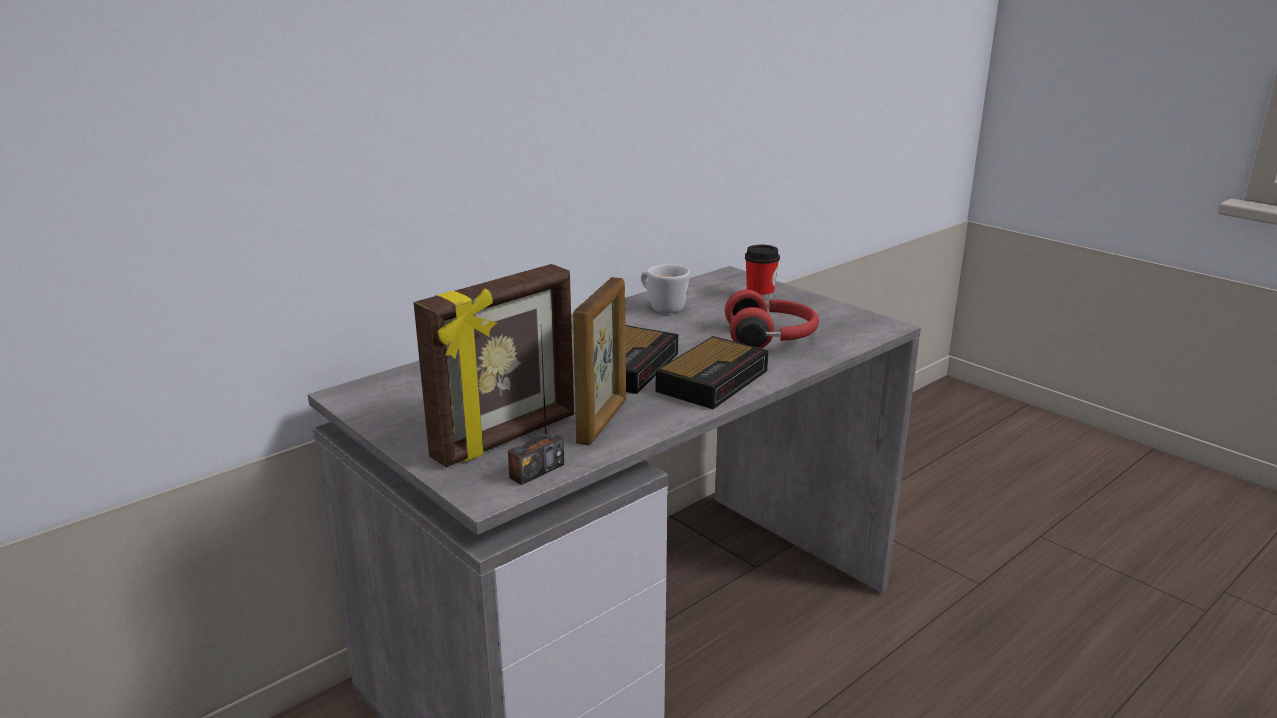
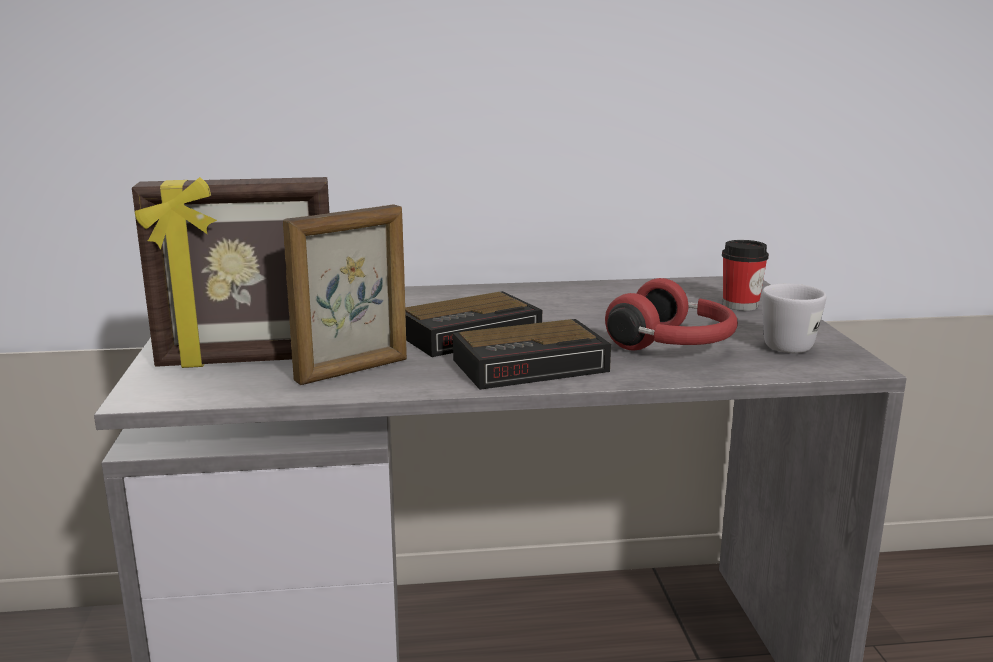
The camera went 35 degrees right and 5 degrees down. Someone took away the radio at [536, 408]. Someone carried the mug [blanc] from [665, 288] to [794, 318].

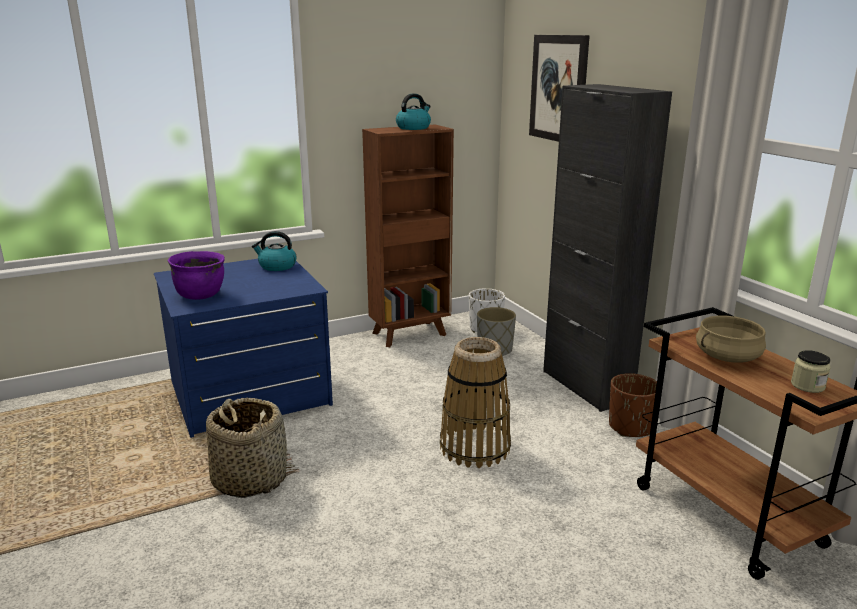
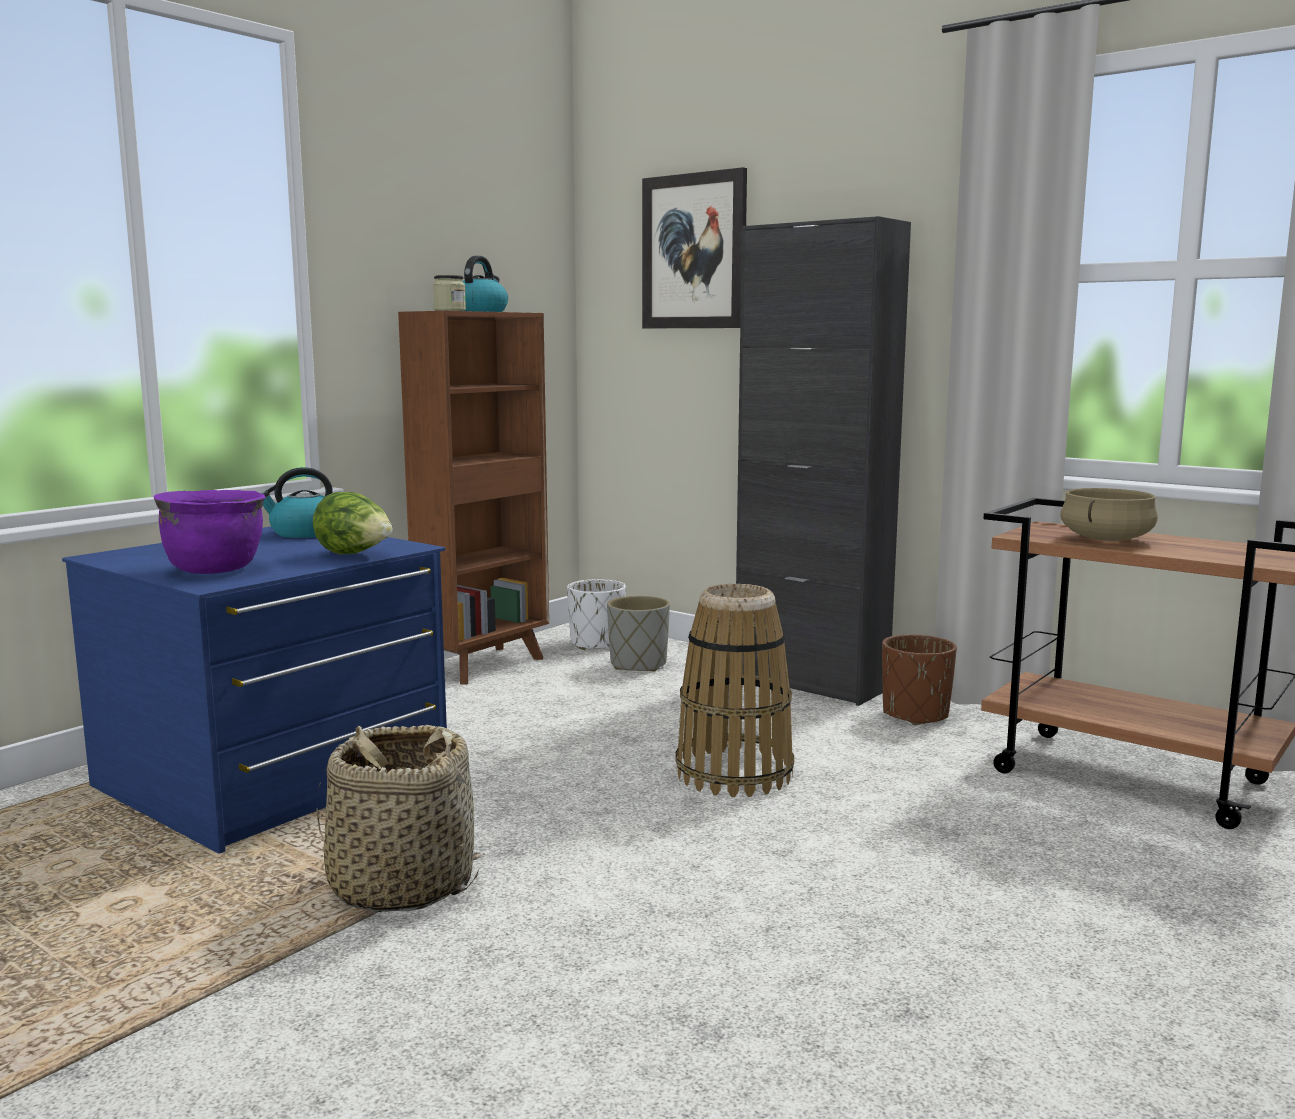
The camera went 25 degrees left and 10 degrees down. Someone put down the laitue at [353, 523]. Someone carried the bocal from [811, 371] to [449, 293].

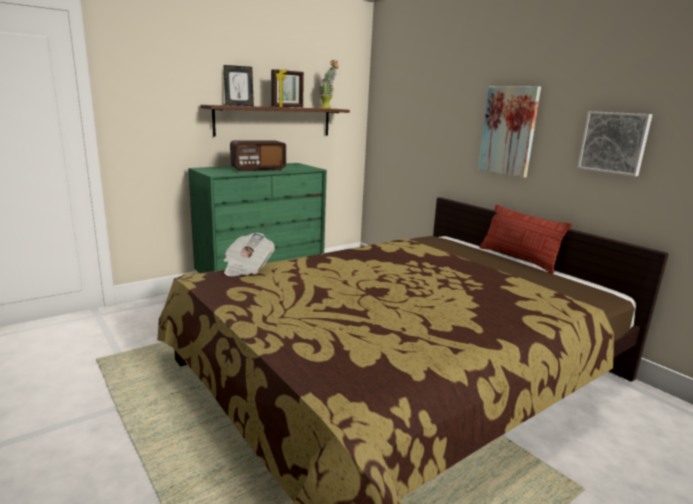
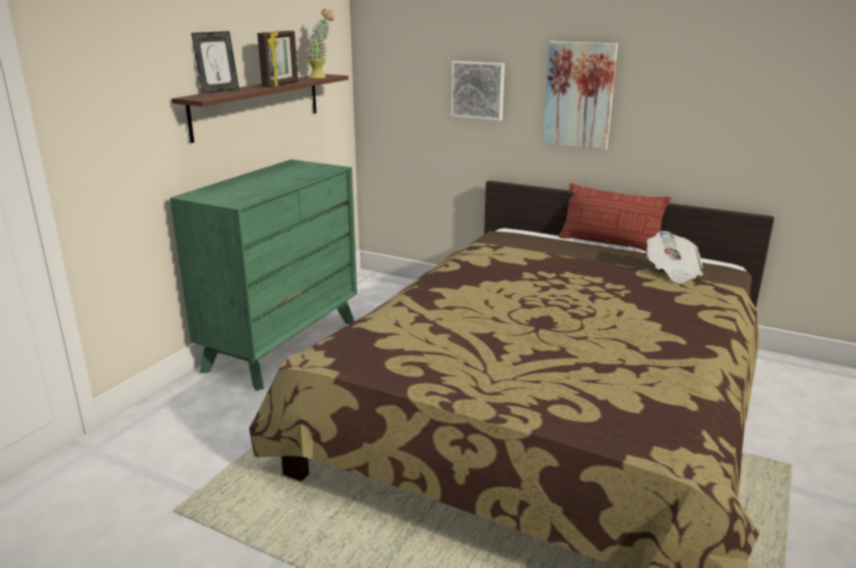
The camera went 25 degrees left and 5 degrees up. Someone took away the radio at [258, 156]. Someone carried the journal from [249, 254] to [675, 257]. Someone carried the tableau from [615, 143] to [478, 91].

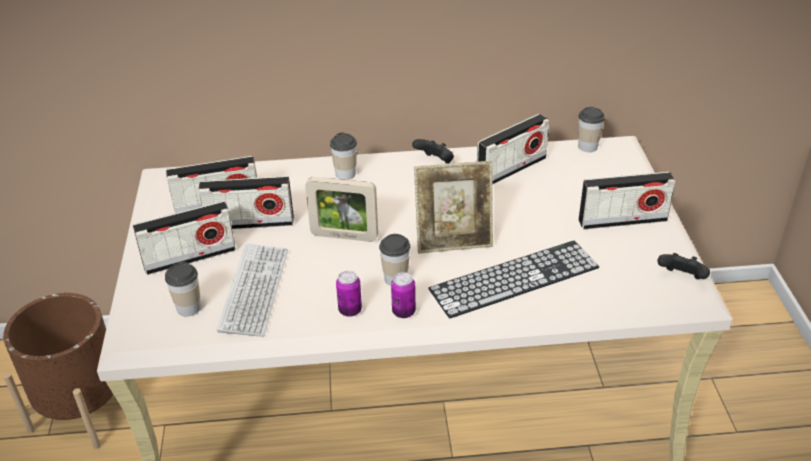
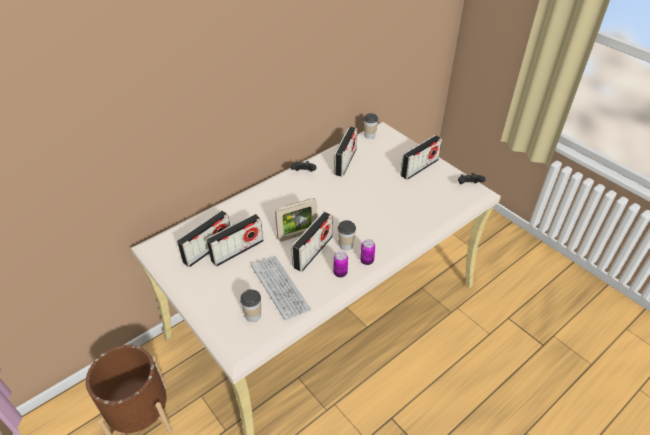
The camera went 35 degrees left and 5 degrees up. Someone took away the tasse at [343, 156]. Someone took away the cadre photo at [453, 207]. Someone took away the clavier at [513, 280]. Someone carried the radio from [184, 238] to [311, 242].

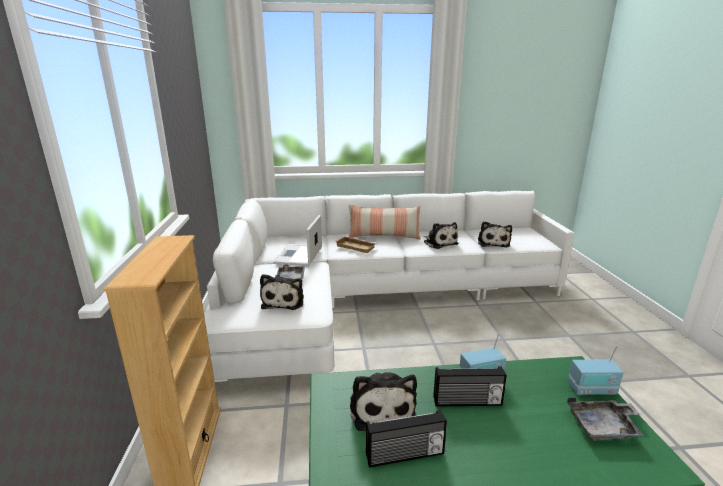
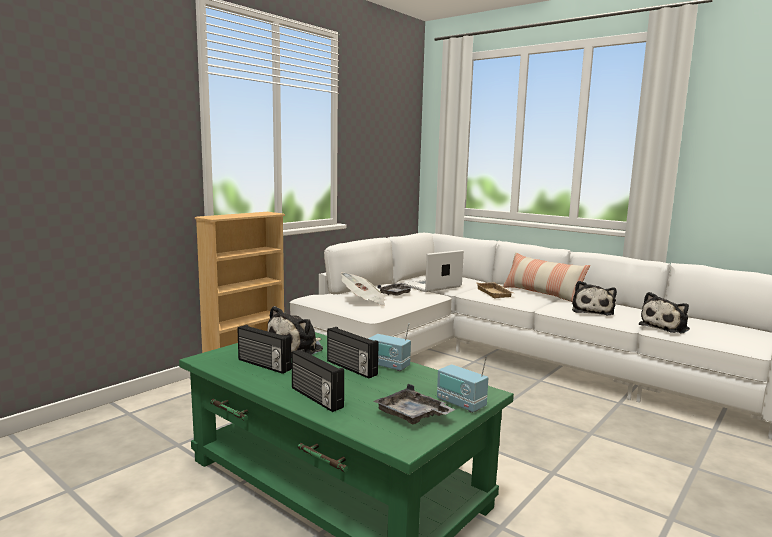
The camera went 45 degrees right and 10 degrees down. Someone put down the radio at [317, 380]. Someone swapped the peluche at [282, 292] for the journal at [363, 289].

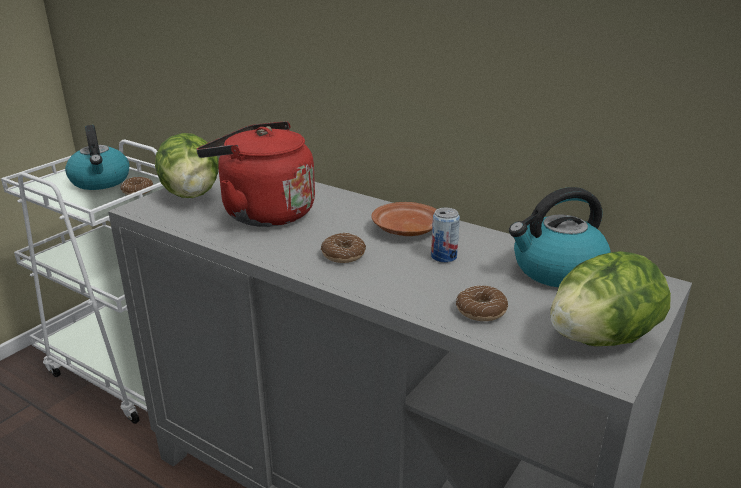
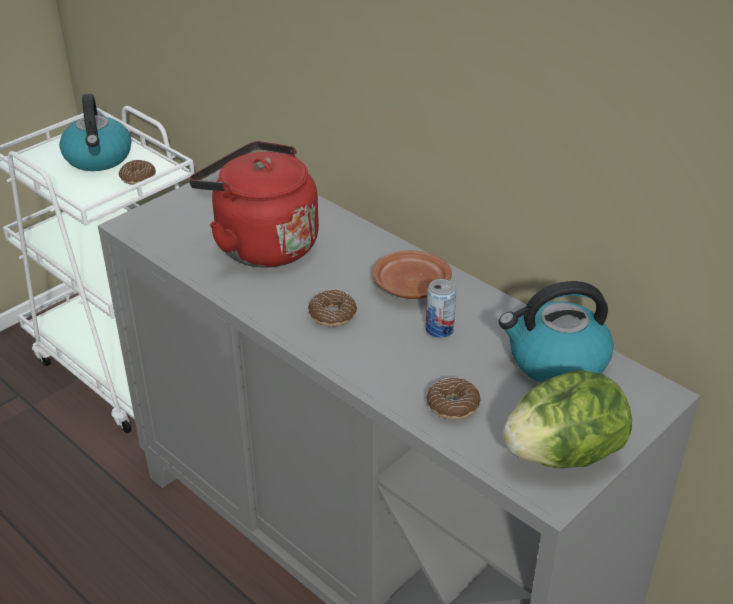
The camera went 10 degrees right and 10 degrees up. Someone took away the laitue at [187, 165].

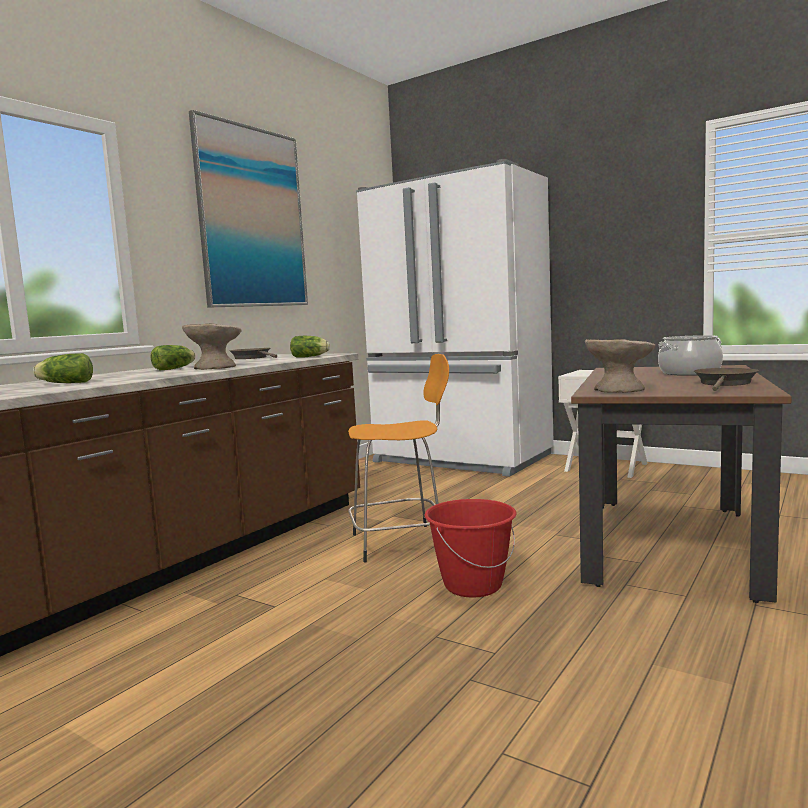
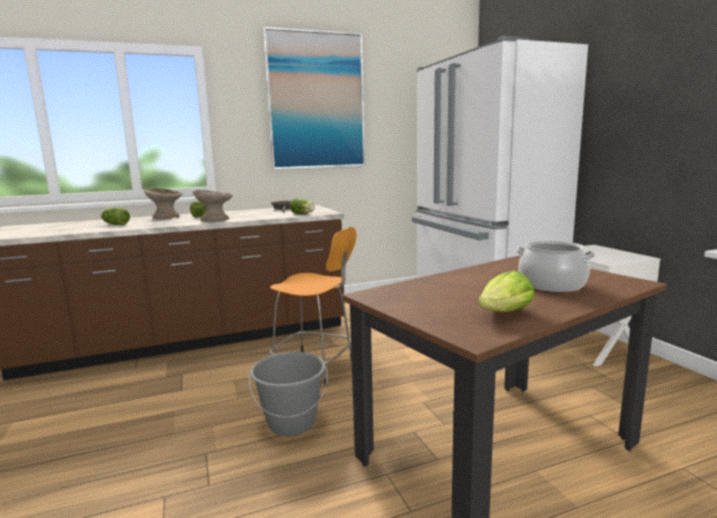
The camera went 35 degrees right and 5 degrees up. Someone carried the bol [beige] from [620, 366] to [163, 203]. Someone swapped the poêle [marron] at [726, 379] for the laitue at [506, 291]. Someone repainted the seau [rouge] at [470, 548], which became the seau [gris] at [288, 394].

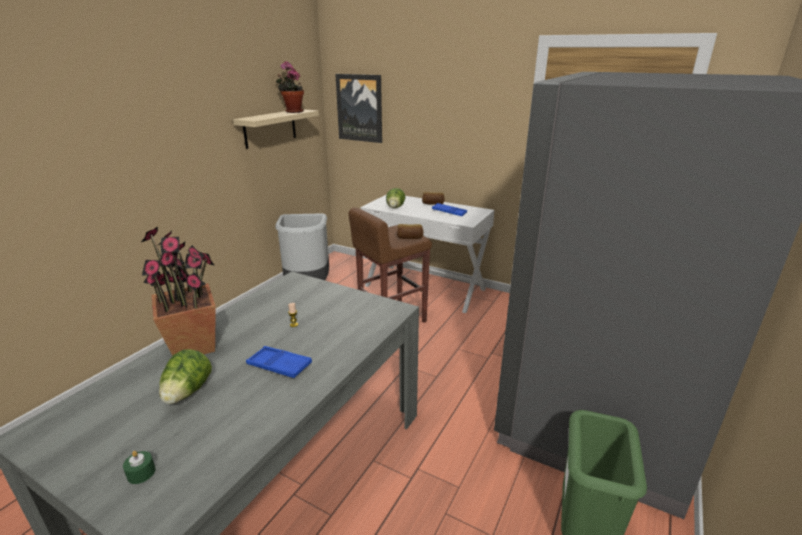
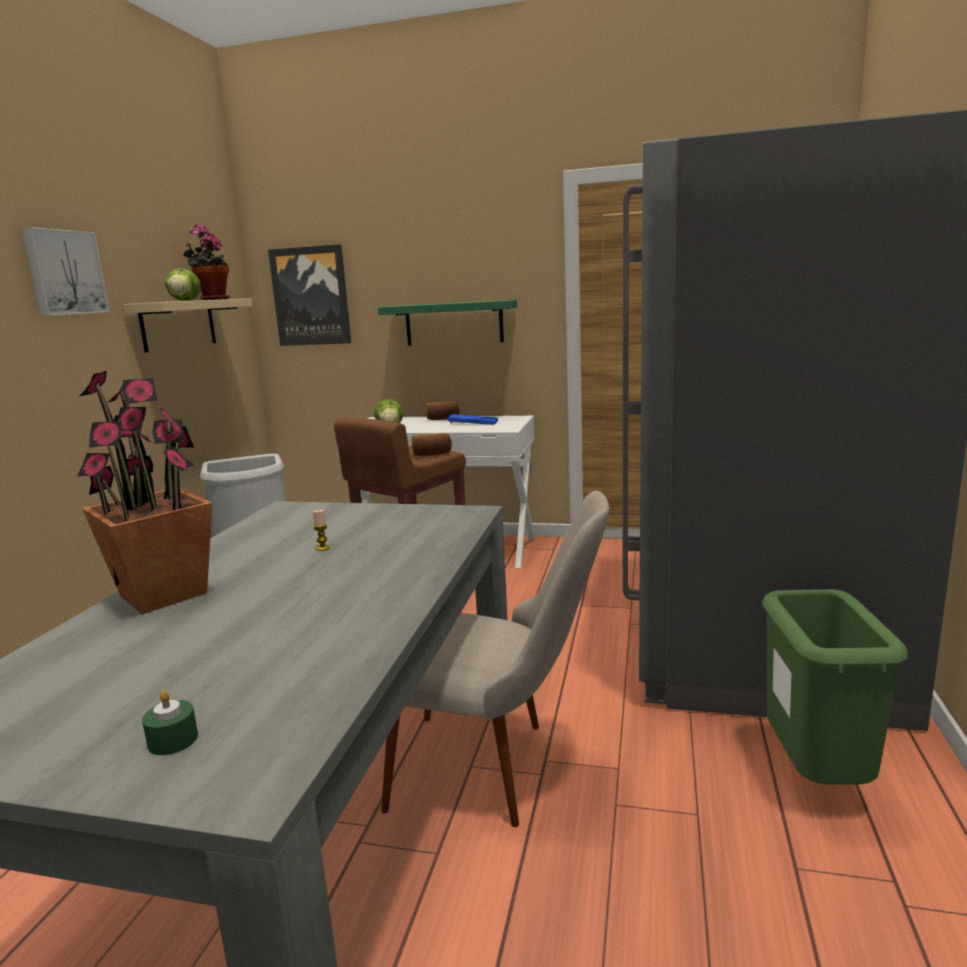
The camera went 15 degrees left and 10 degrees down. Someone took away the plateau [bleu] at [279, 362]. Someone put up the tableau at [65, 271]. Someone put up the étagère [vert] at [447, 323]. Someone put down the chaise [beige] at [495, 659]. Someone carried the laitue from [185, 376] to [183, 284].

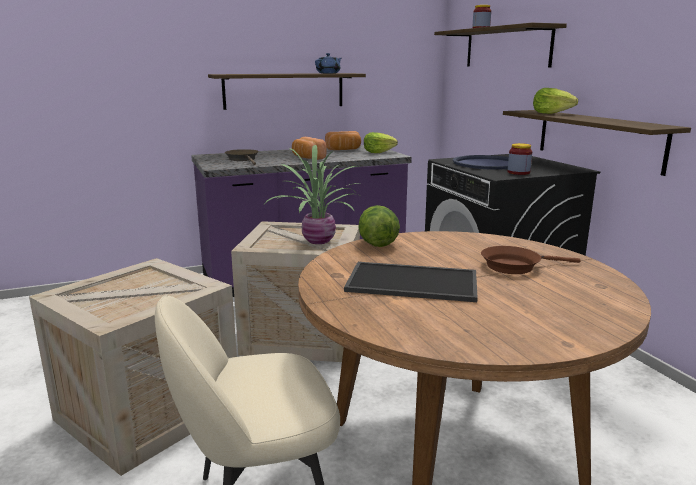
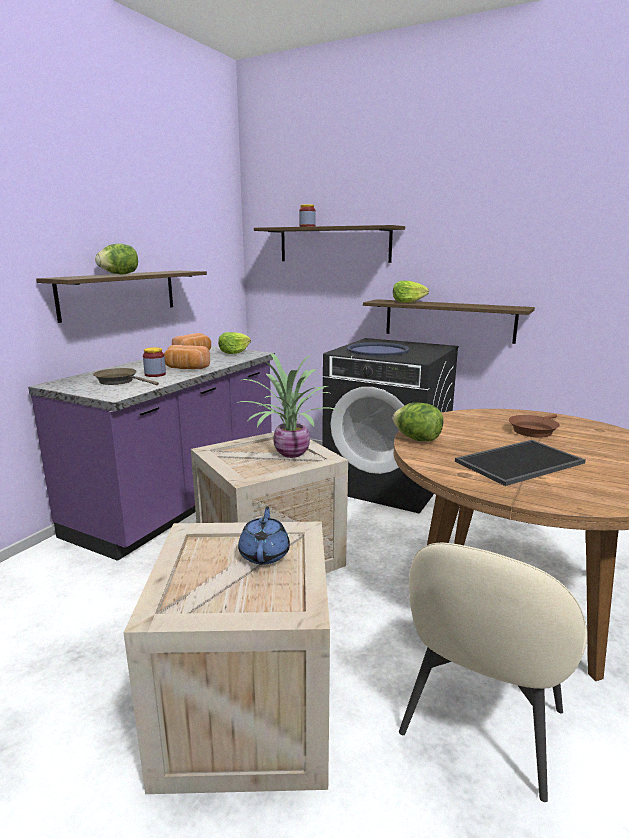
The camera went 40 degrees left and 0 degrees up. Someone put down the laitue at [116, 259]. Someone carried the théière [bleu] from [328, 63] to [264, 535]. Someone carried the bocal from [520, 159] to [154, 362].

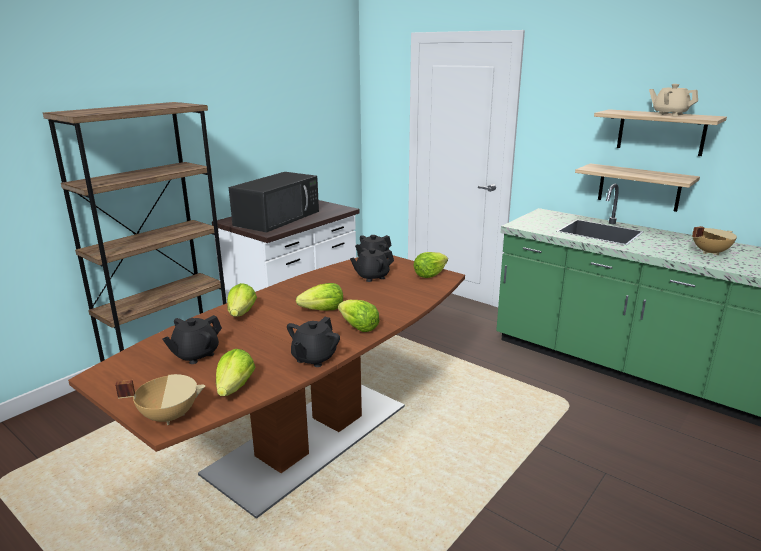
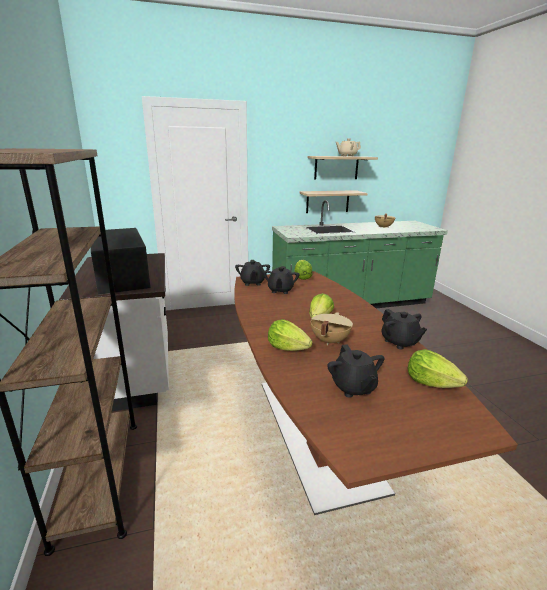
The camera went 55 degrees left and 0 degrees up. Someone took away the laitue at [359, 316]. Someone carried the marmite [beige] from [160, 399] to [332, 328].

